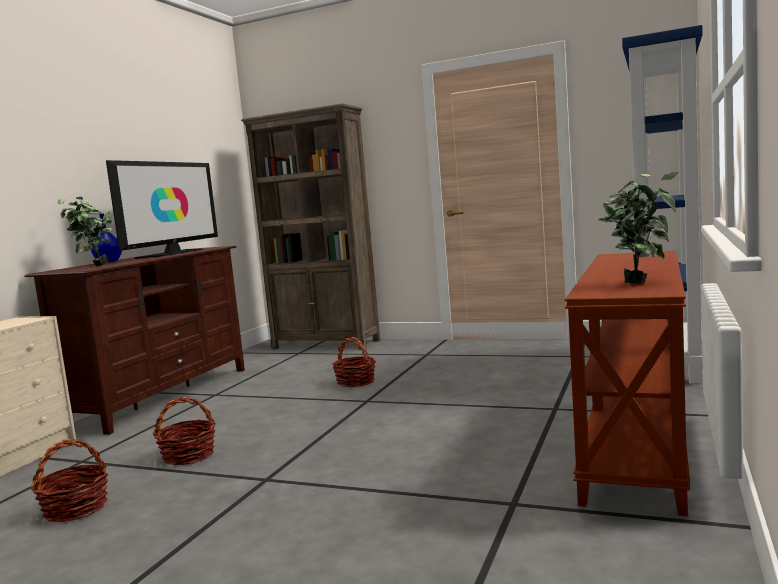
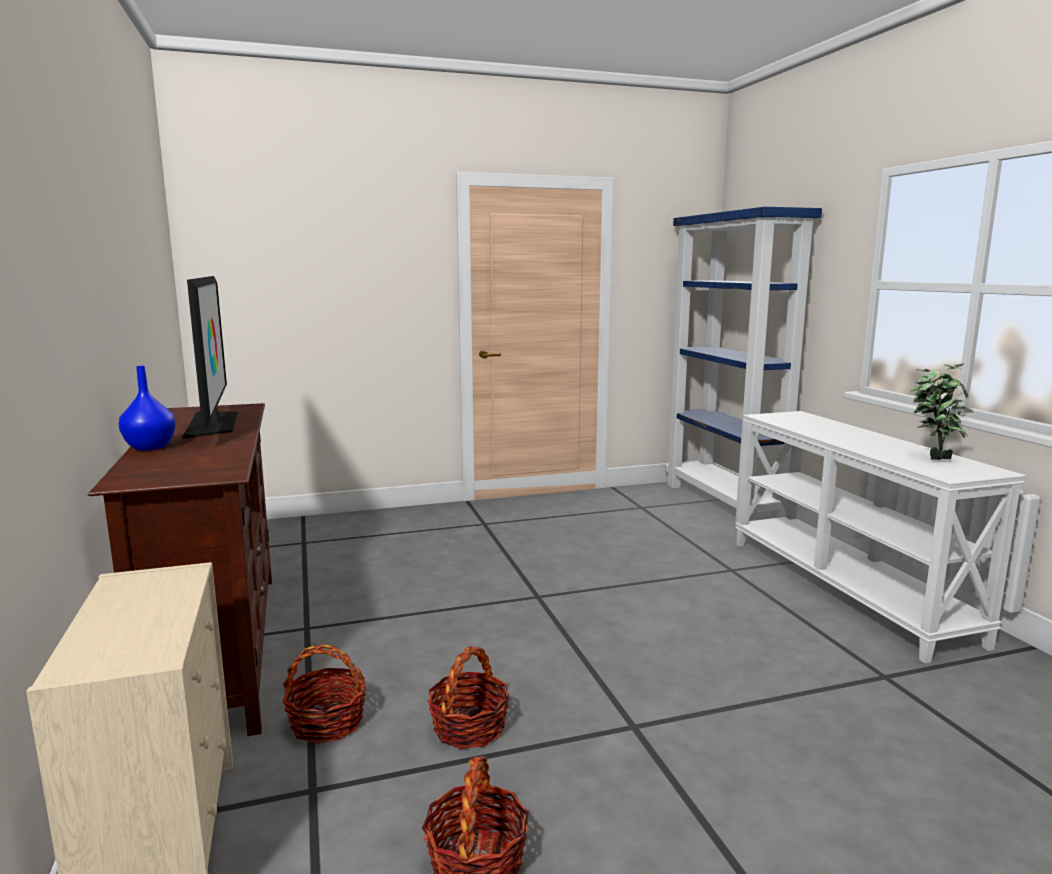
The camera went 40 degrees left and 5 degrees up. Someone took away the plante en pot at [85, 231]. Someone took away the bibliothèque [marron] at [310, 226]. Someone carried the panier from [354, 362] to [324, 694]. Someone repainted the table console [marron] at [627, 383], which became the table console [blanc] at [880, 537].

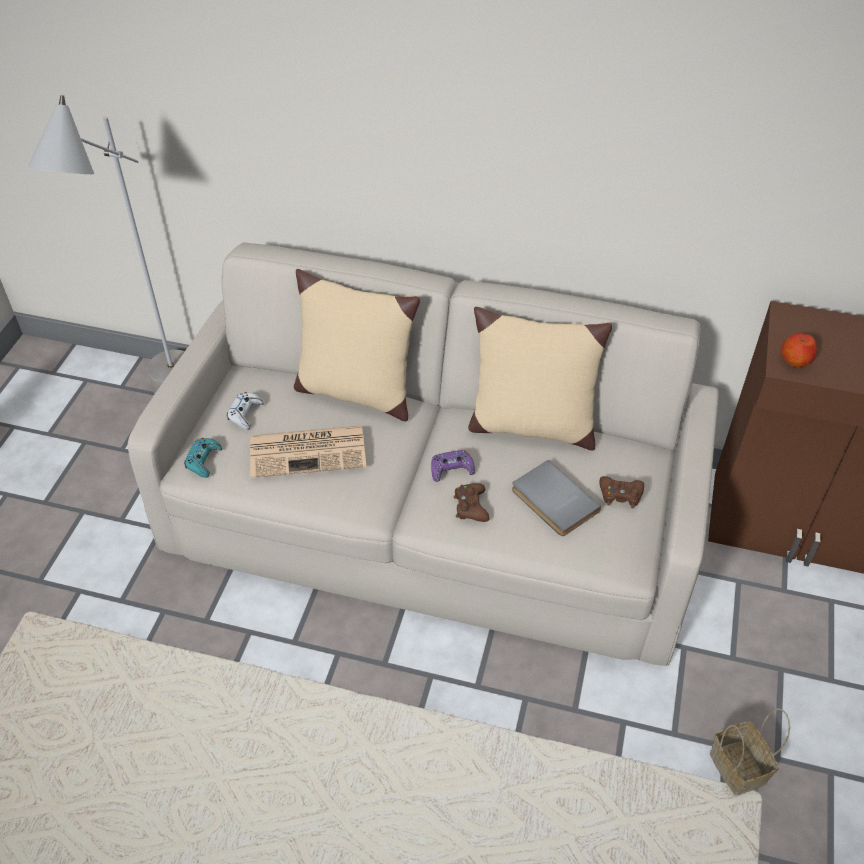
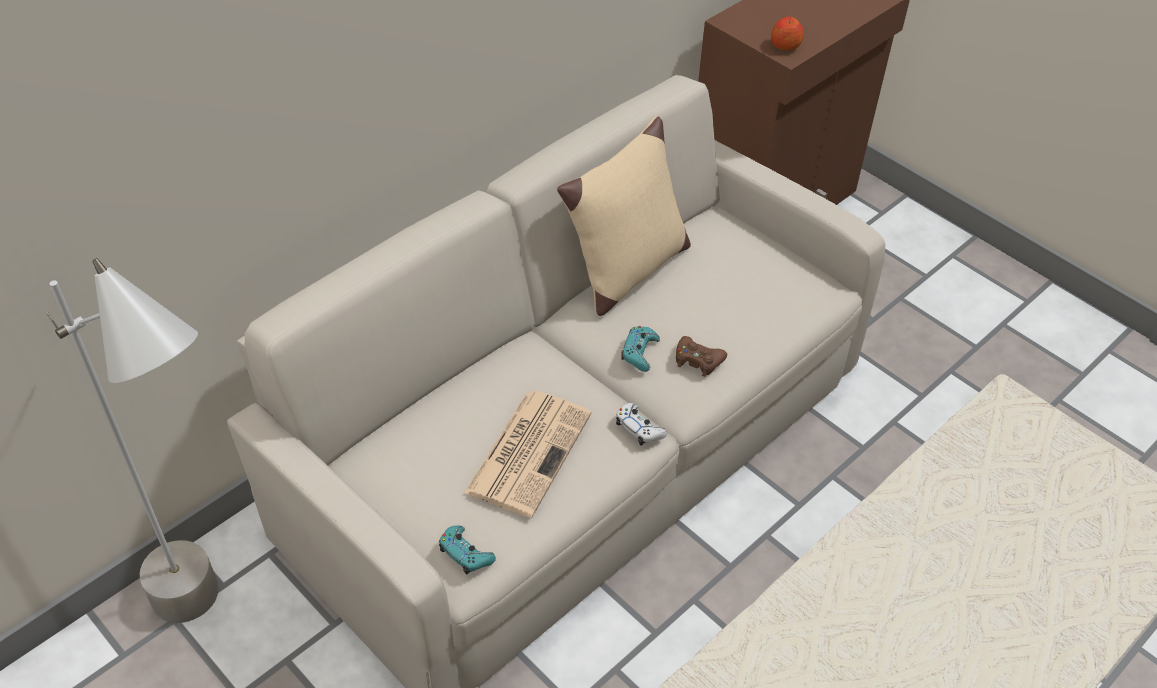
The camera went 60 degrees left and 0 degrees up. Someone took away the coussin [beige] at [357, 345]. Someone took away the livre [gris] at [556, 498]. Someone took away the manette [marron] at [621, 492]. Someone took away the panier at [750, 751]. Someone carried the manette [blanc] from [245, 411] to [641, 424]. Someone repainted the manette [violet] at [453, 466], which became the manette [turquoise] at [640, 349].

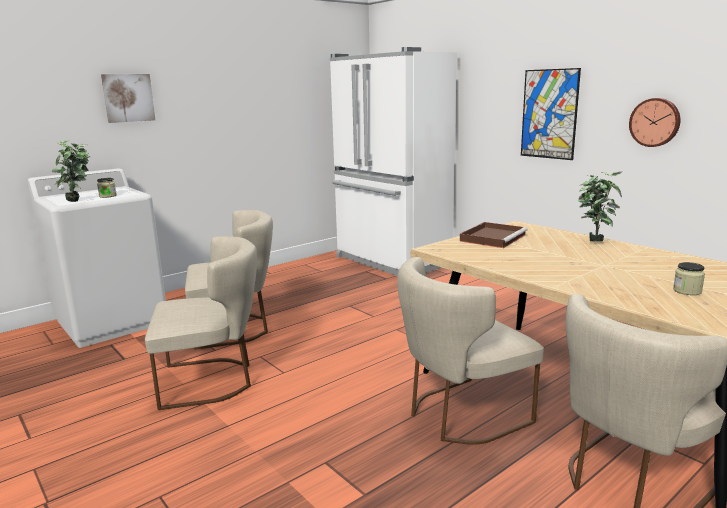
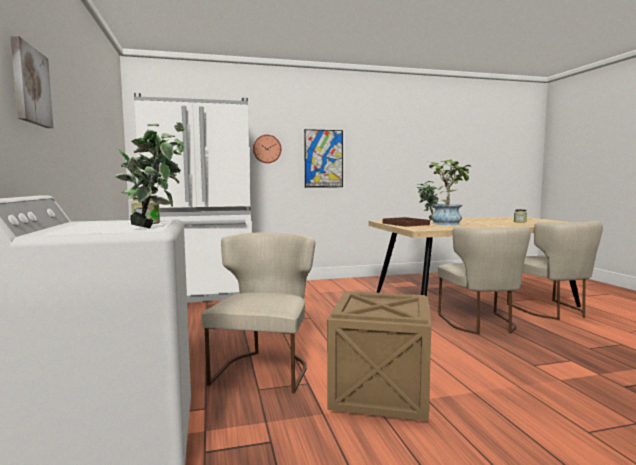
The camera went 65 degrees left and 10 degrees down. Someone put down the plante en pot at [450, 192]. Someone carried the horloge murale from [655, 122] to [267, 148]. Someone swapped the chaise [beige] at [201, 323] for the caisse at [379, 356].

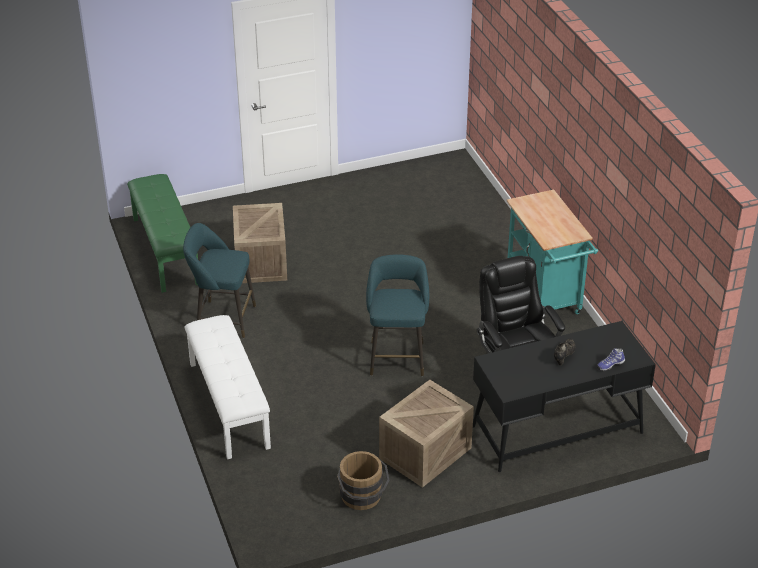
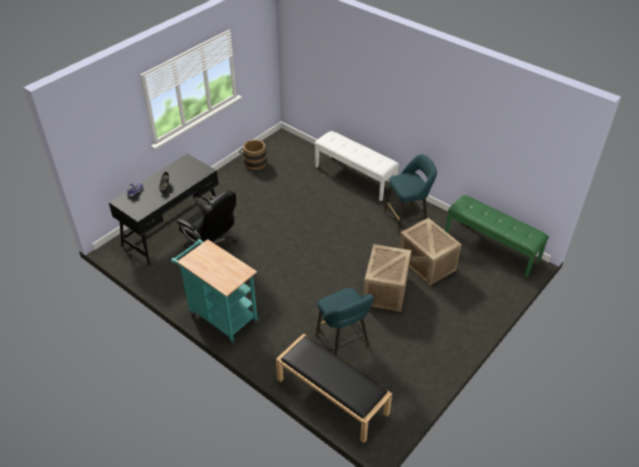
The camera went 150 degrees right and 5 degrees up. Someone put down the banc [noir] at [334, 388]. Someone carried the tabouret [turquoise] from [397, 315] to [345, 322]. Someone carried the caisse from [426, 434] to [387, 278].

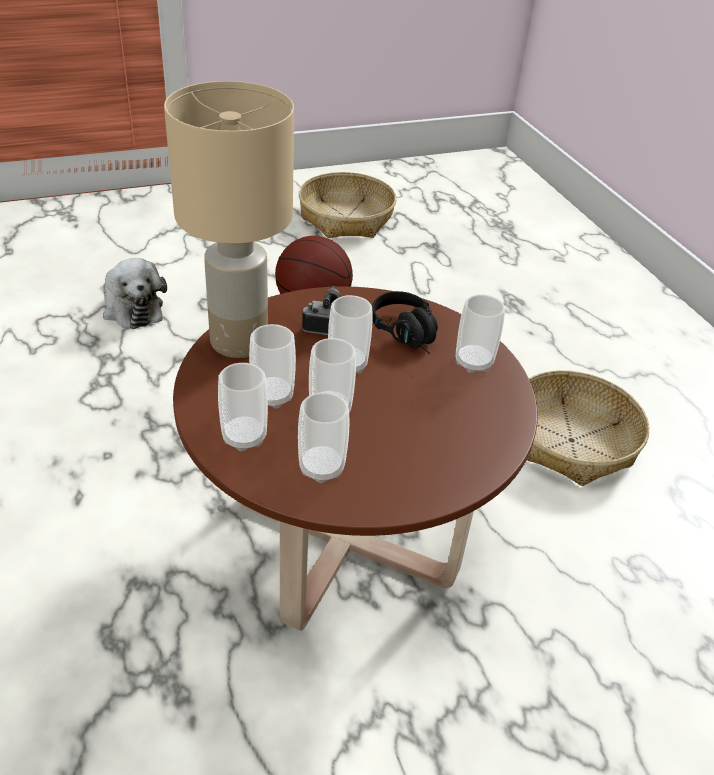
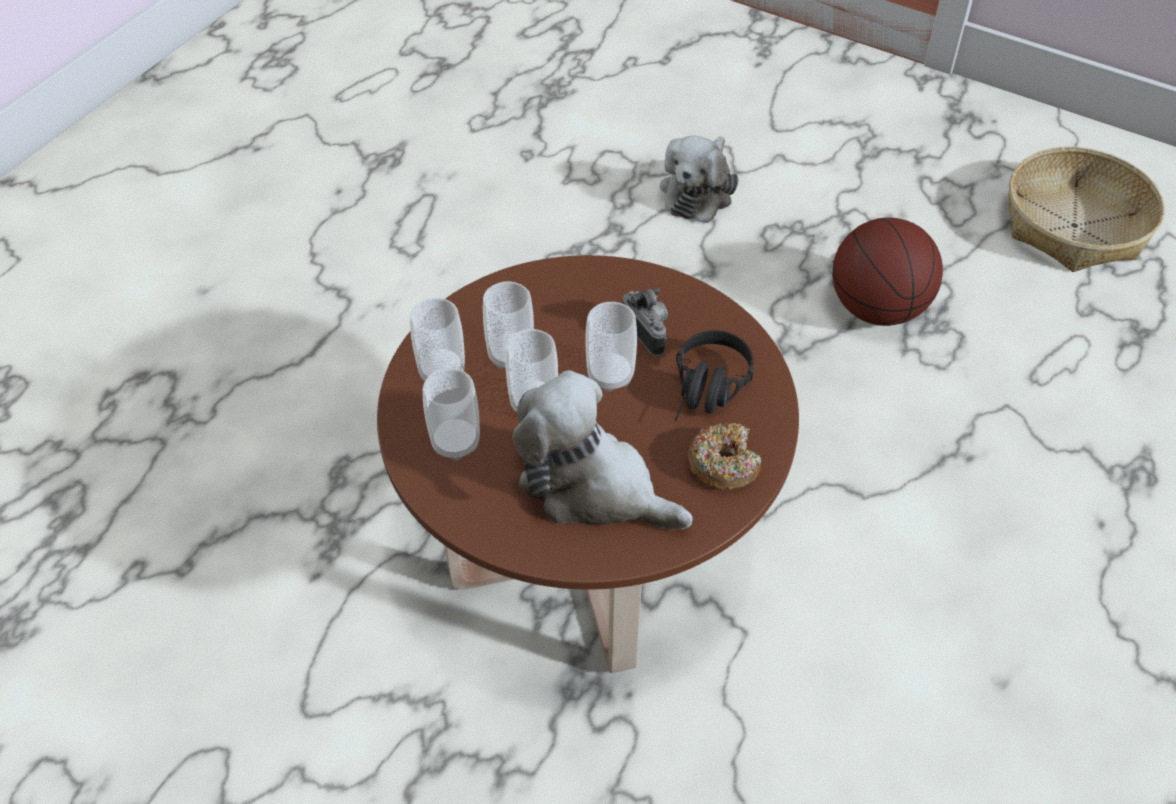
The camera went 55 degrees right and 10 degrees up. Someone took away the lampe de table [beige] at [229, 219]. Someone took away the panier at [588, 428]. Someone put down the peluche at [602, 450]. Someone swapped the tasse at [480, 333] for the beignet at [724, 456].

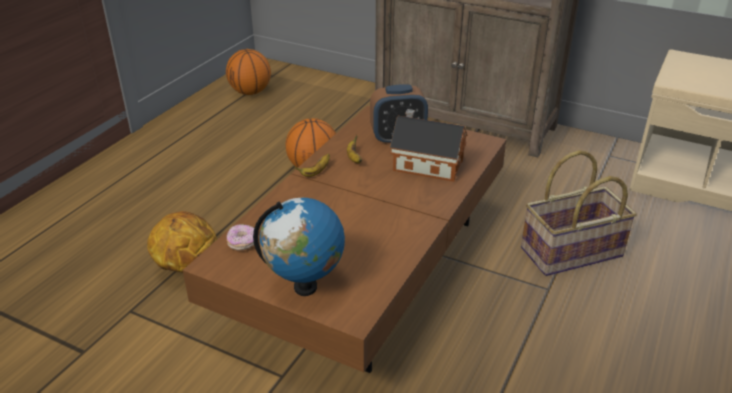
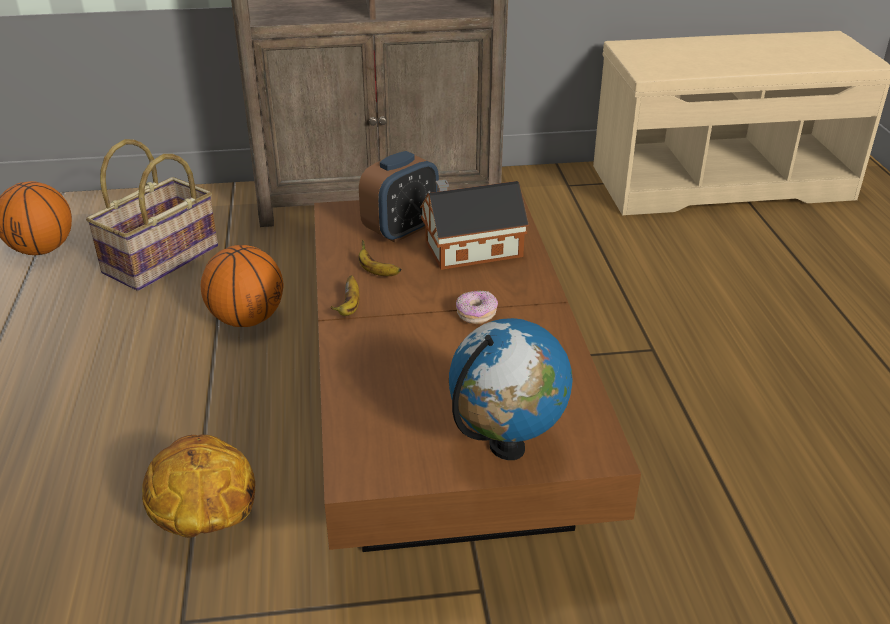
The camera went 35 degrees left and 0 degrees up. Someone carried the beignet from [240, 237] to [477, 307]. Someone carried the panier from [579, 213] to [152, 215].

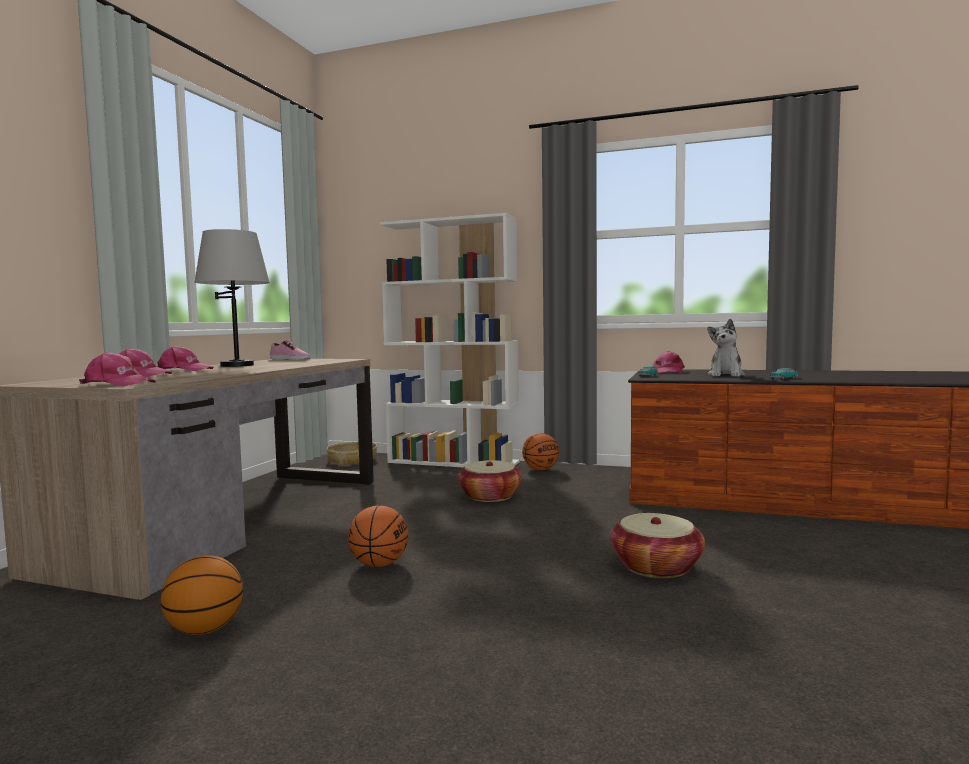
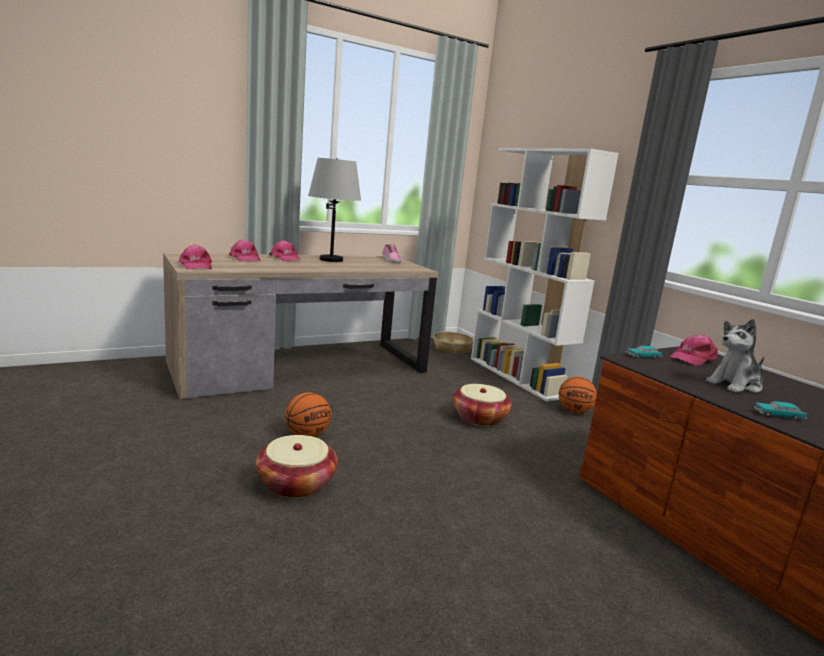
The camera went 40 degrees right and 10 degrees up. Someone took away the ballon de basket at [202, 595]. Someone carried the panier from [657, 545] to [296, 466].

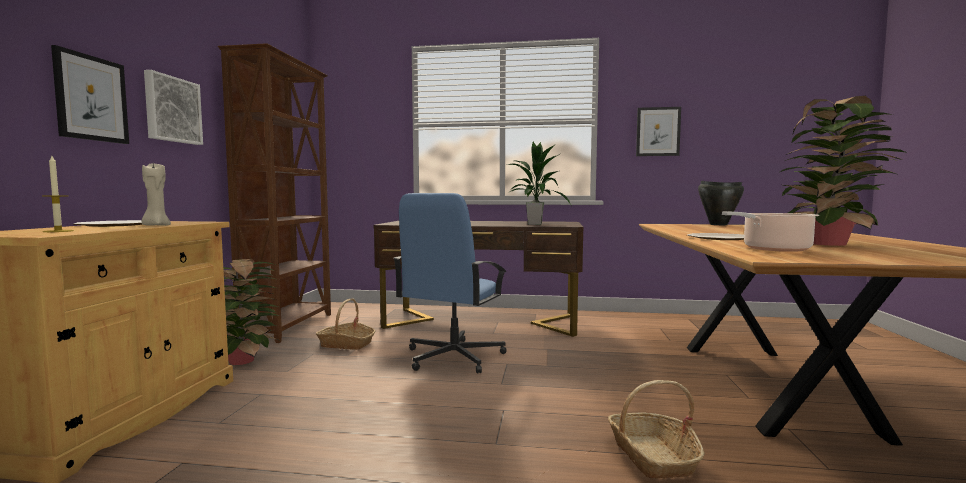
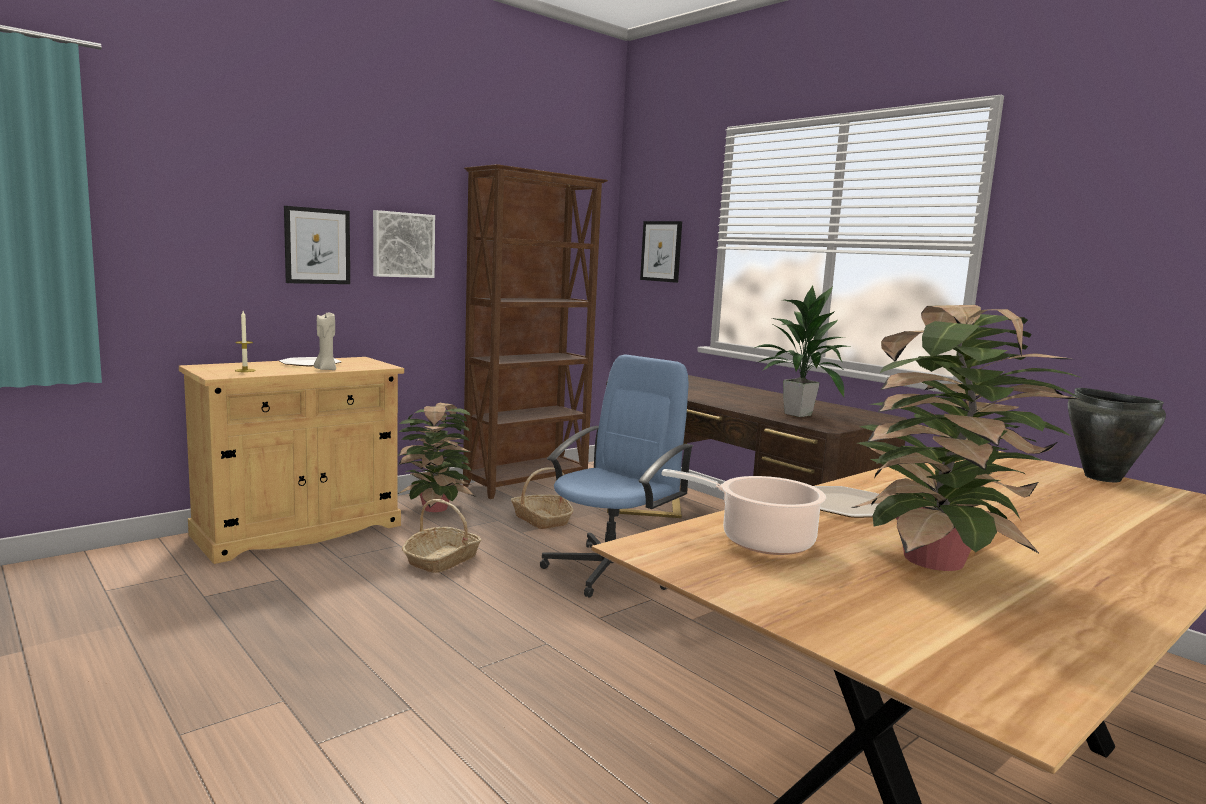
The camera went 40 degrees right and 5 degrees up. Someone carried the panier from [656, 429] to [442, 536]. Someone carried the tableau from [658, 131] to [661, 252]. Someone rotated the chaise de bureau [bleu] at [450, 283] by 150 degrees clockwise.

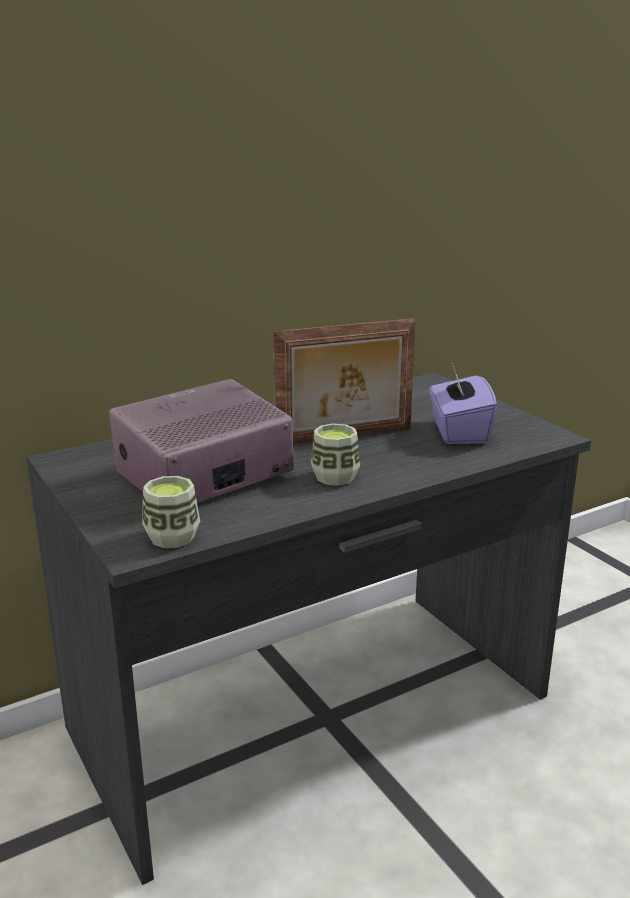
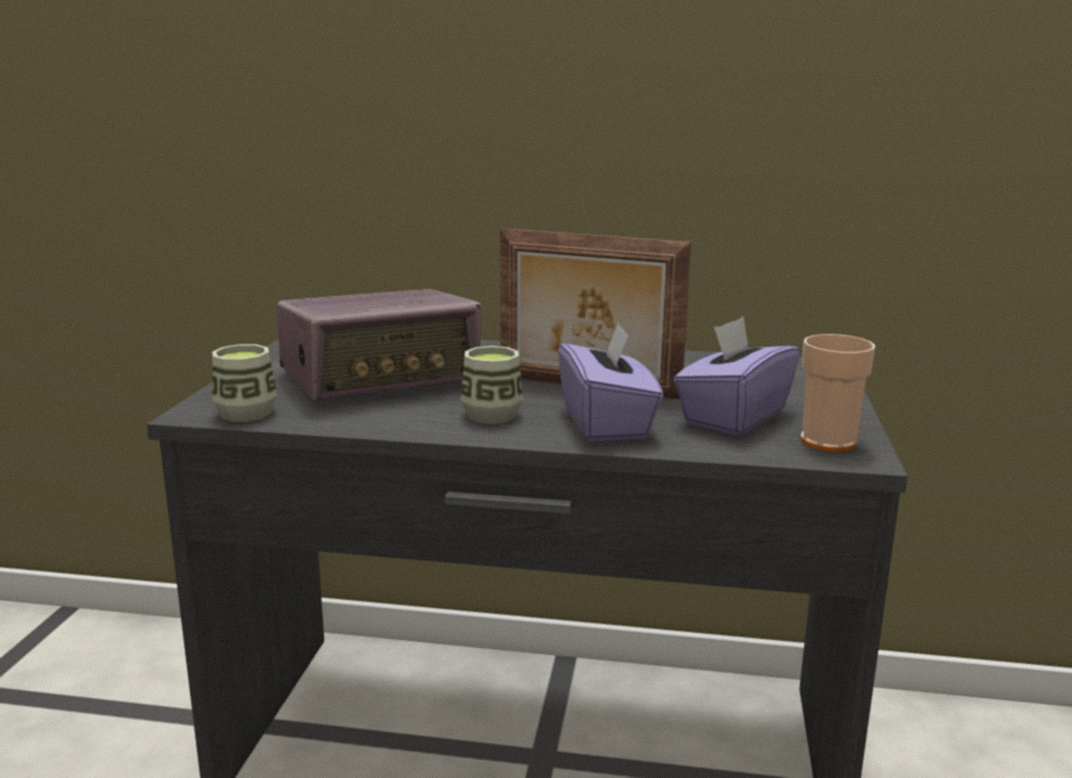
The camera went 40 degrees right and 5 degrees down. Someone put down the boîte à mouchoirs [violet] at [610, 382]. Someone put down the tasse at [838, 393]. Someone rotated the radio at [201, 441] by 150 degrees clockwise.

